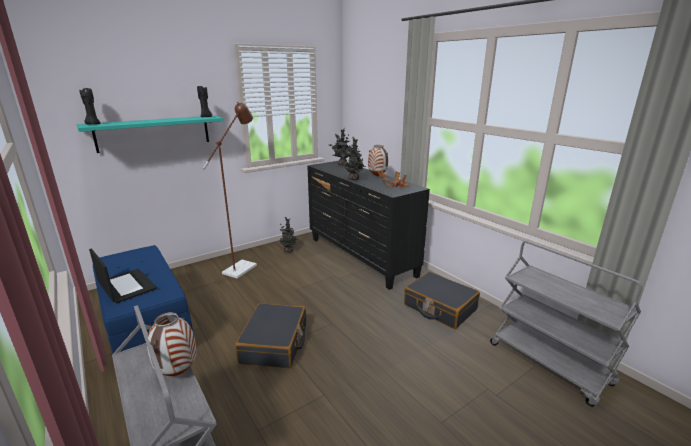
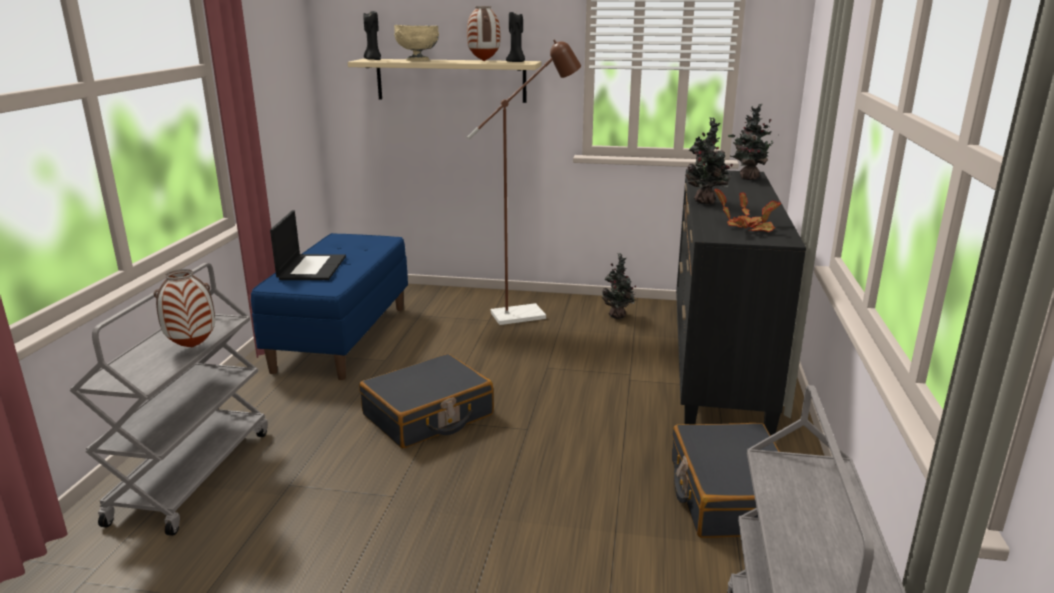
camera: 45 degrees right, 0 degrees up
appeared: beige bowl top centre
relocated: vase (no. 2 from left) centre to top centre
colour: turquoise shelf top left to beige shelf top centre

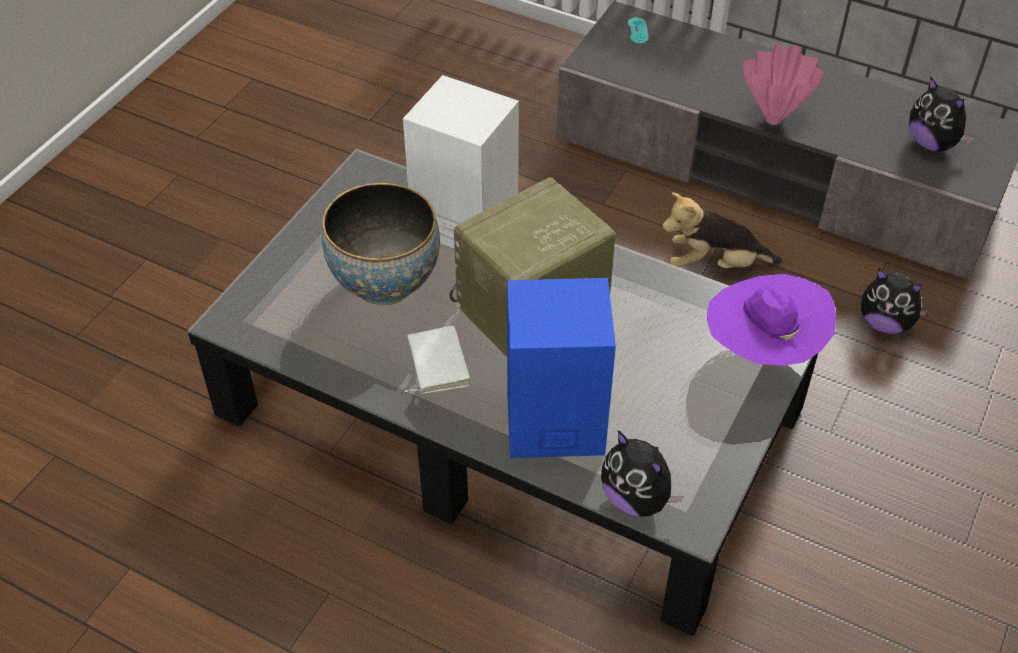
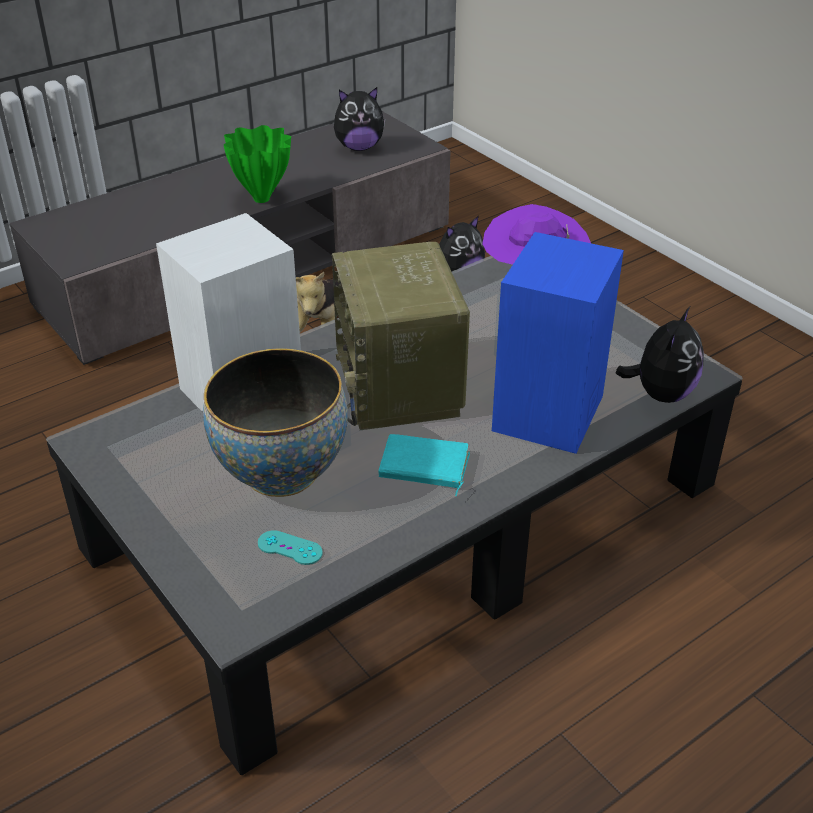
camera: 65 degrees left, 10 degrees down
relocated: turquoise game controller top centre to bottom centre
colour: white book centre to turquoise book centre; pink vase top right to green vase top left
spun: plush toy (no. 1 from left in the first image) bottom centre = middle right 45 degrees counterclockwise

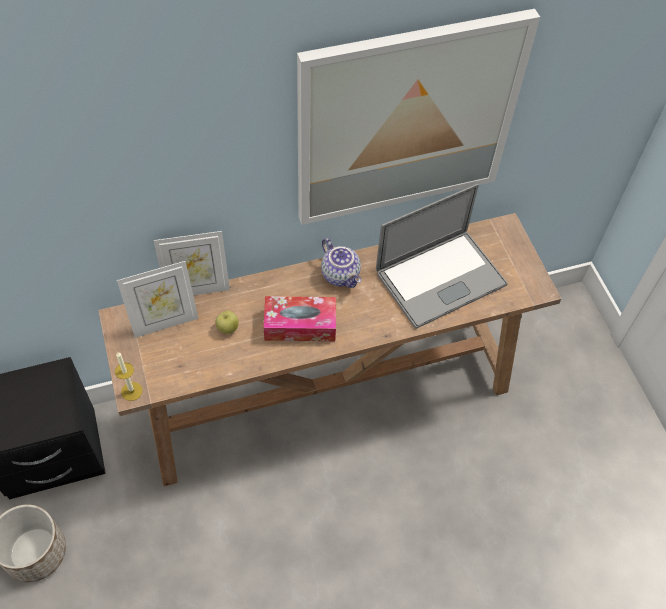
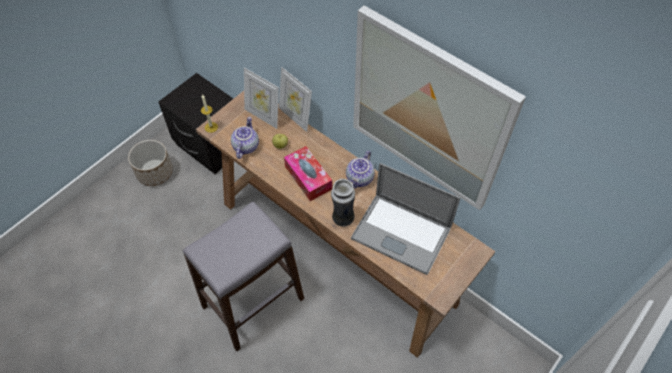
camera: 60 degrees right, 0 degrees up
appeared: grey stool bottom centre; teapot (no. 1 from left) centre; vase centre

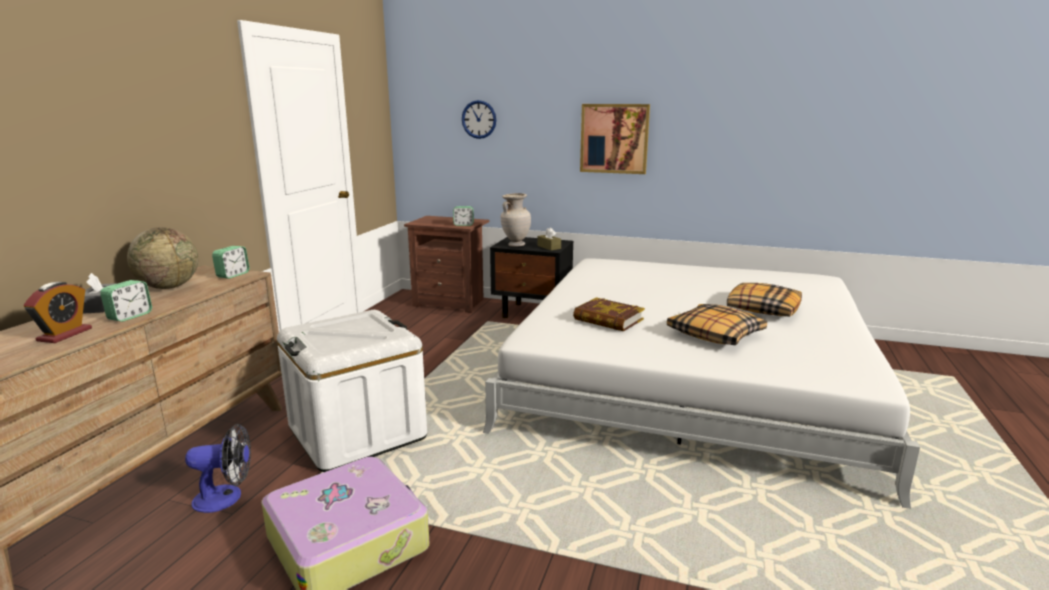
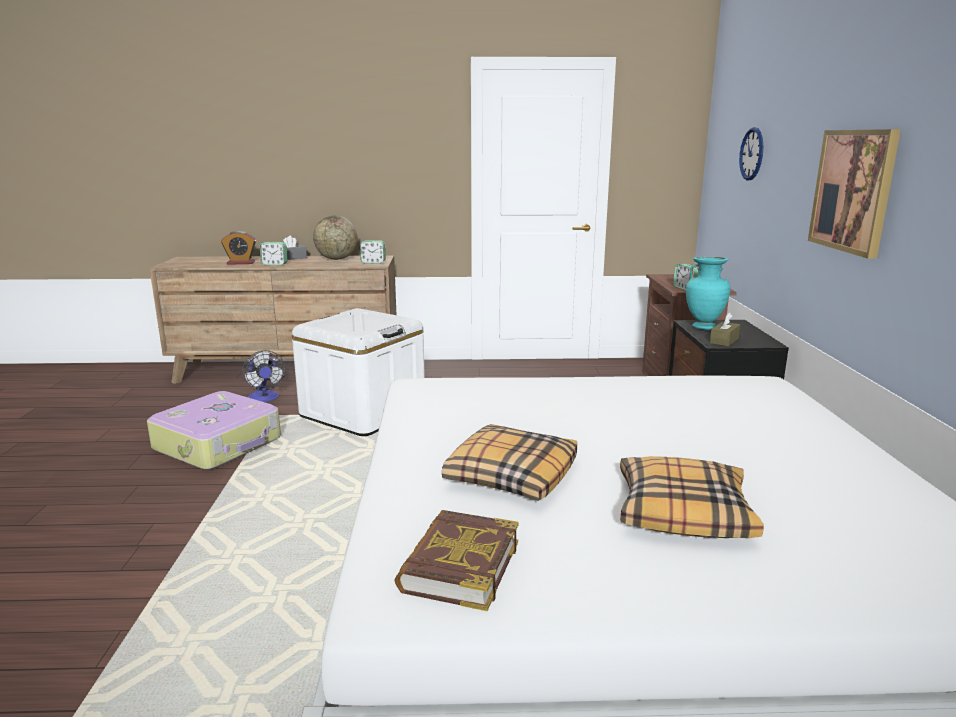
camera: 70 degrees right, 0 degrees up
relocated: book centre to bottom centre
colour: beige vase centre to turquoise vase middle right

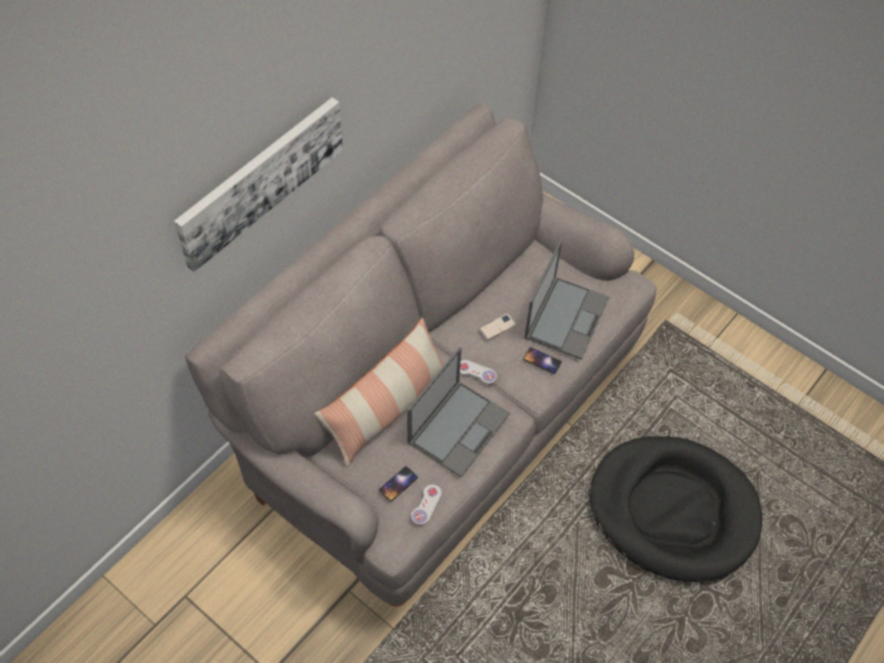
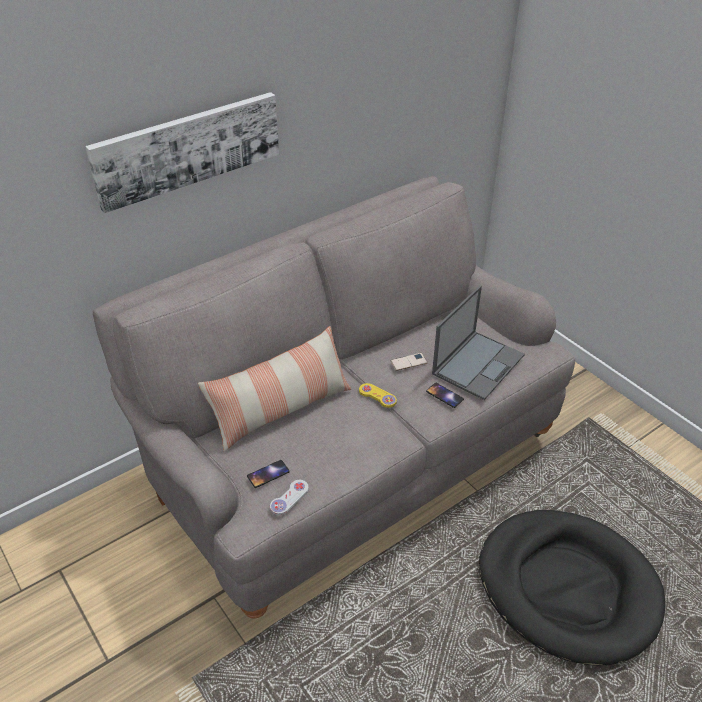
camera: 15 degrees right, 15 degrees down
missing: laptop (no. 1 from left) centre
colour: white game controller (no. 2 from left) centre to yellow game controller centre

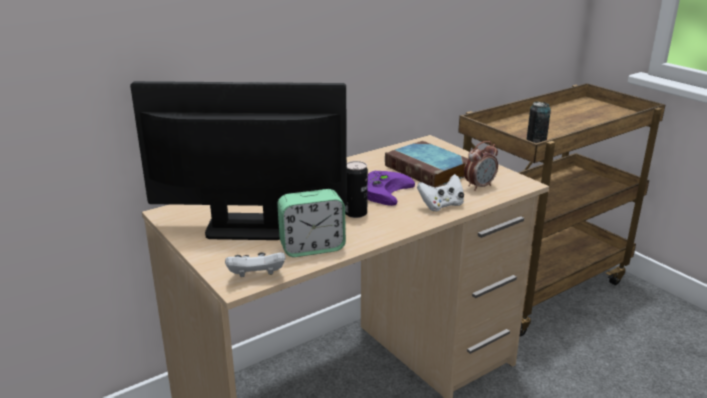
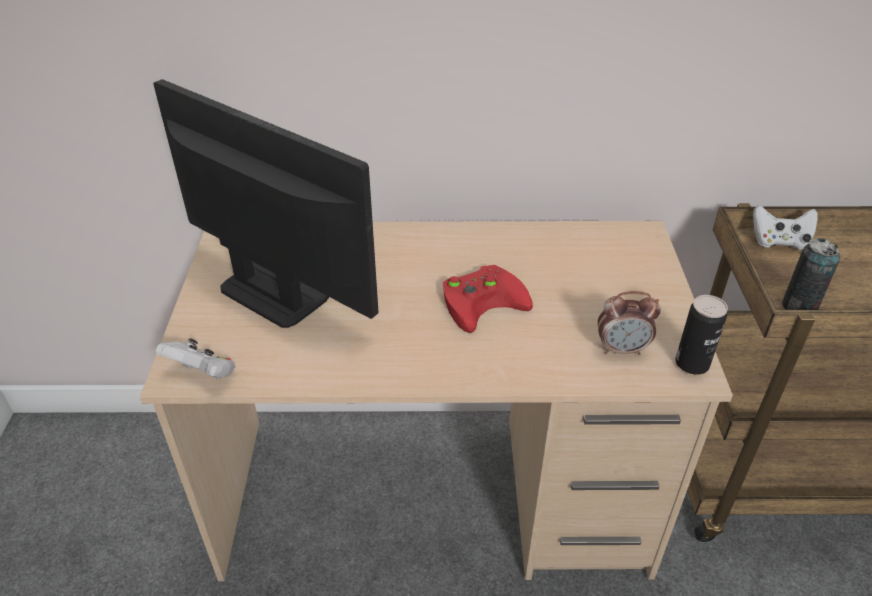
camera: 35 degrees right, 15 degrees up
missing: alarm clock (no. 1 from left) centre; book centre
relocated: can (no. 1 from left) centre to middle right; white game controller (no. 2 from left) centre to middle right
colour: purple game controller centre to red game controller centre

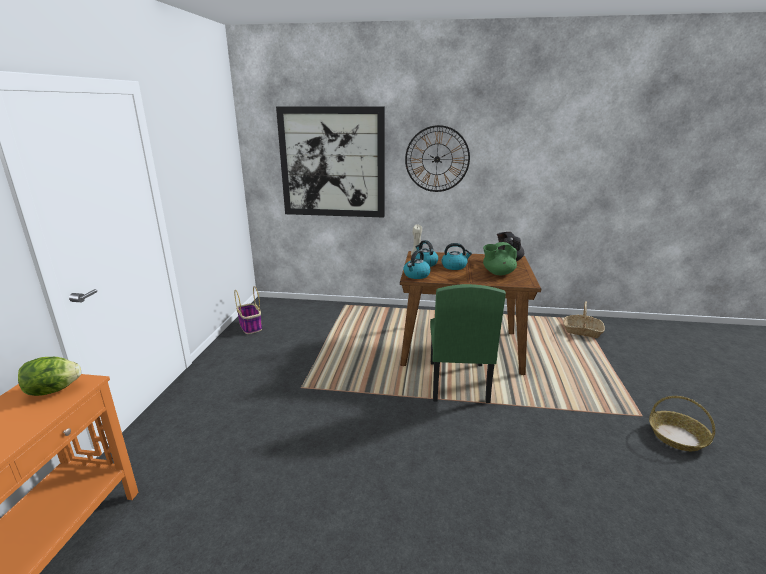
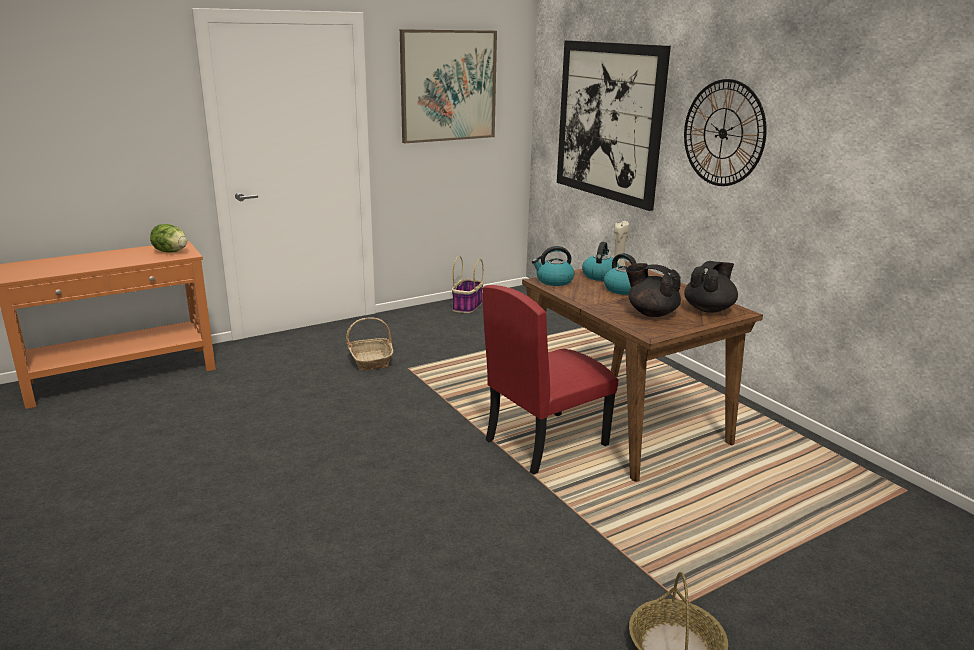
camera: 50 degrees right, 0 degrees up
appeared: picture (no. 1 from left) top centre
relocated: basket (no. 2 from left in the first image) middle right to basket (no. 1 from left) centre
colour: green chair centre to red chair centre; green teapot centre to black teapot (no. 1 from left) middle right

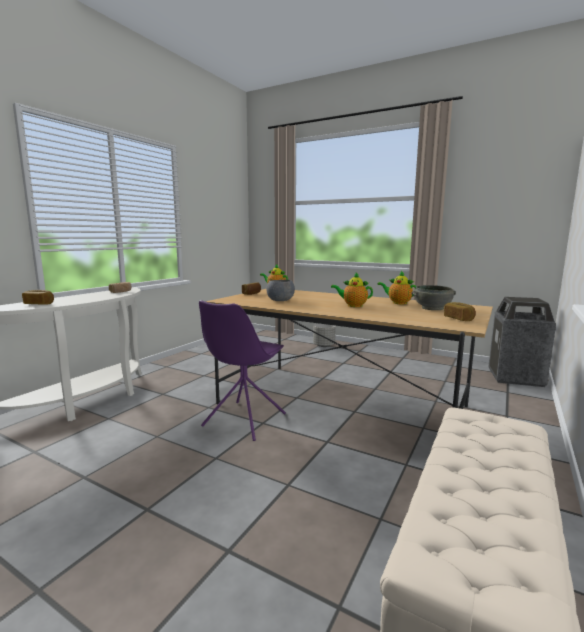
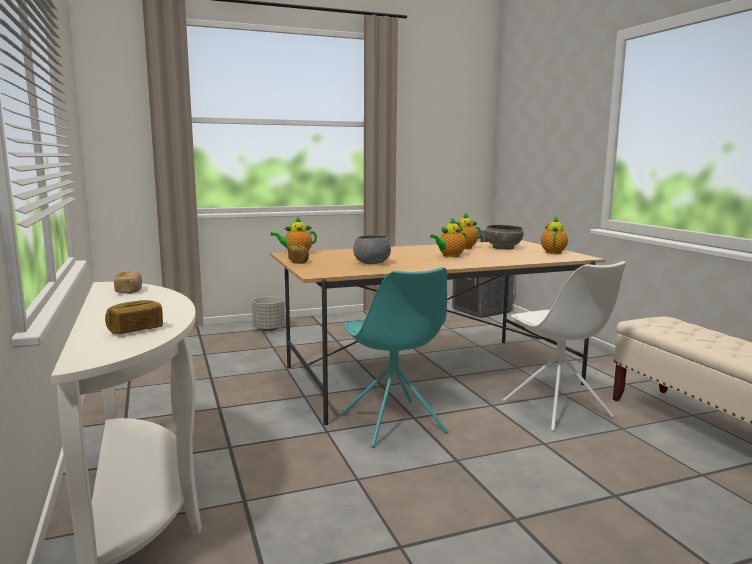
camera: 50 degrees left, 0 degrees up
appeared: white chair middle right
exchanged: bread (no. 4 from left) middle right to teapot (no. 4 from left) middle right
colour: purple chair centre to turquoise chair centre

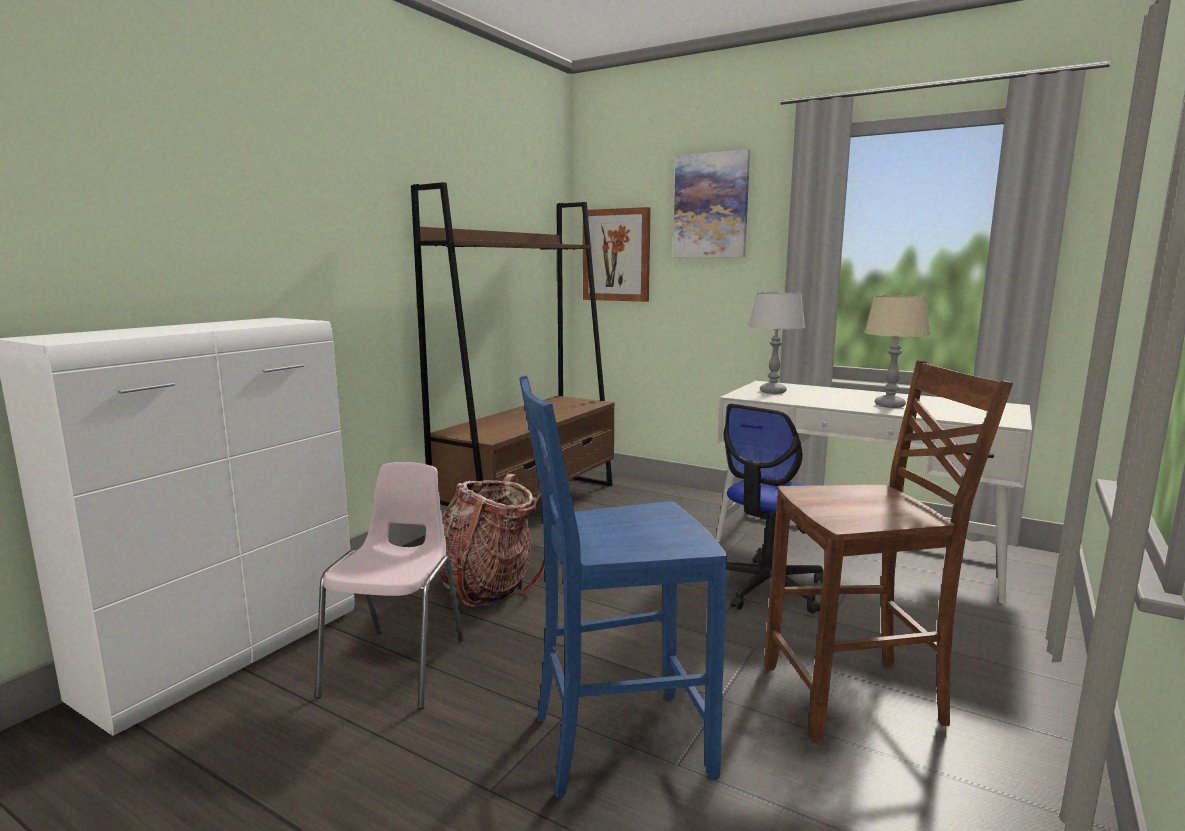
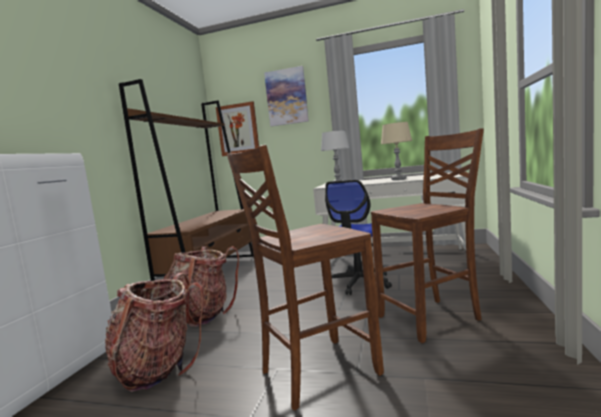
camera: 15 degrees left, 5 degrees down
exchanged: pink chair bottom left to backpack (no. 1 from left) bottom left
colour: blue chair bottom centre to brown chair (no. 1 from left) bottom centre

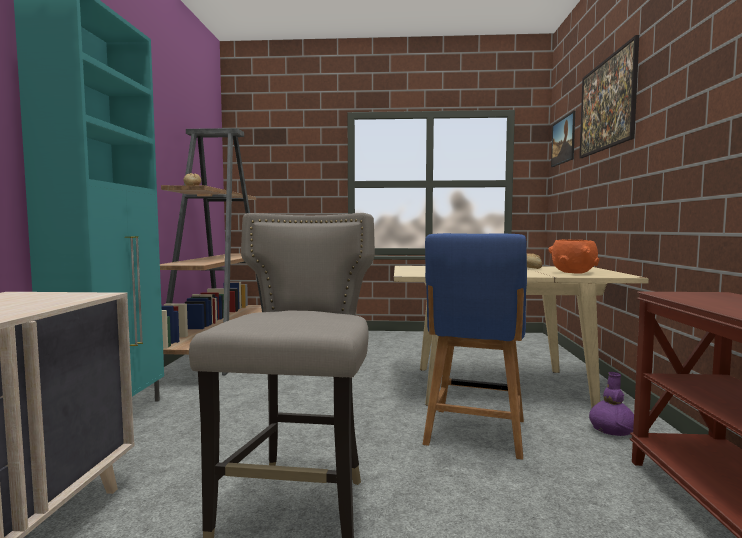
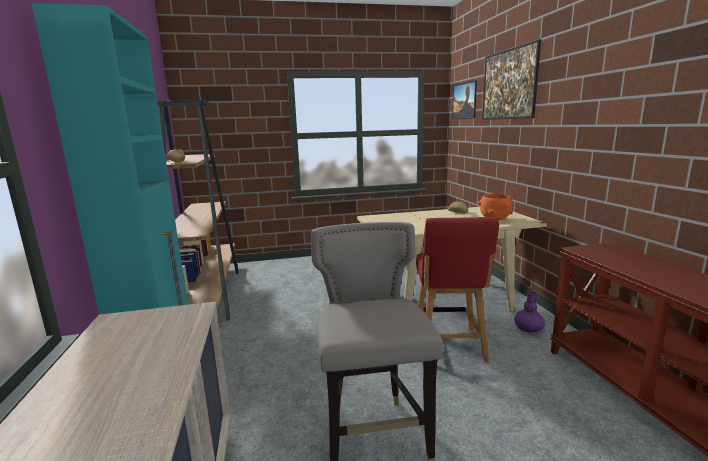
camera: 15 degrees left, 10 degrees up
colour: blue chair centre to red chair centre

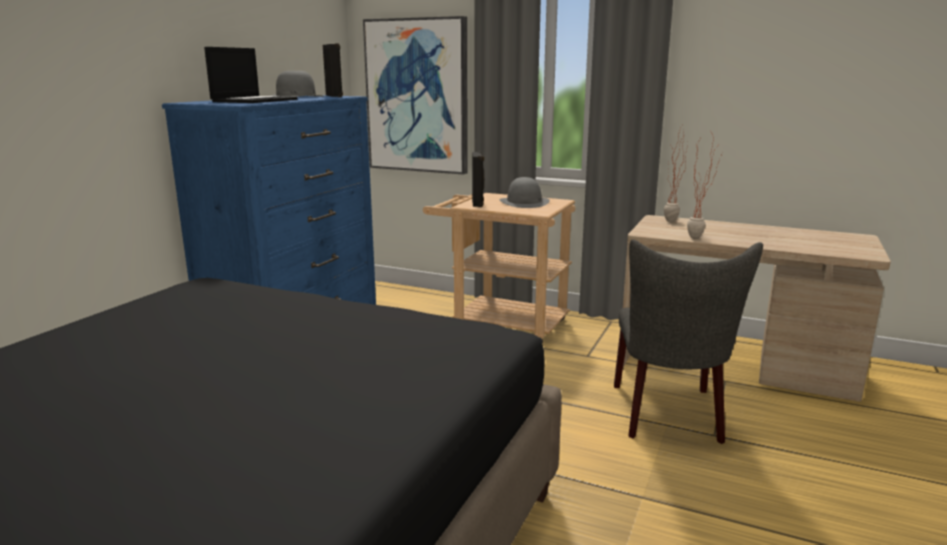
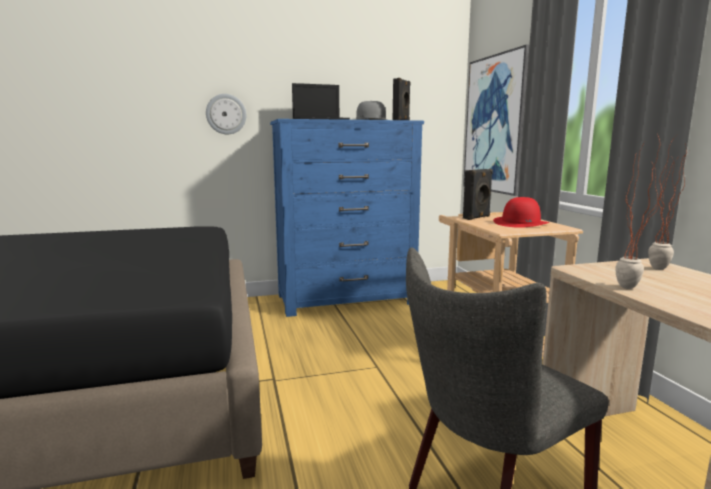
camera: 50 degrees right, 5 degrees down
appeared: wall clock top left
colour: grey hat (no. 2 from left) centre to red hat middle right

